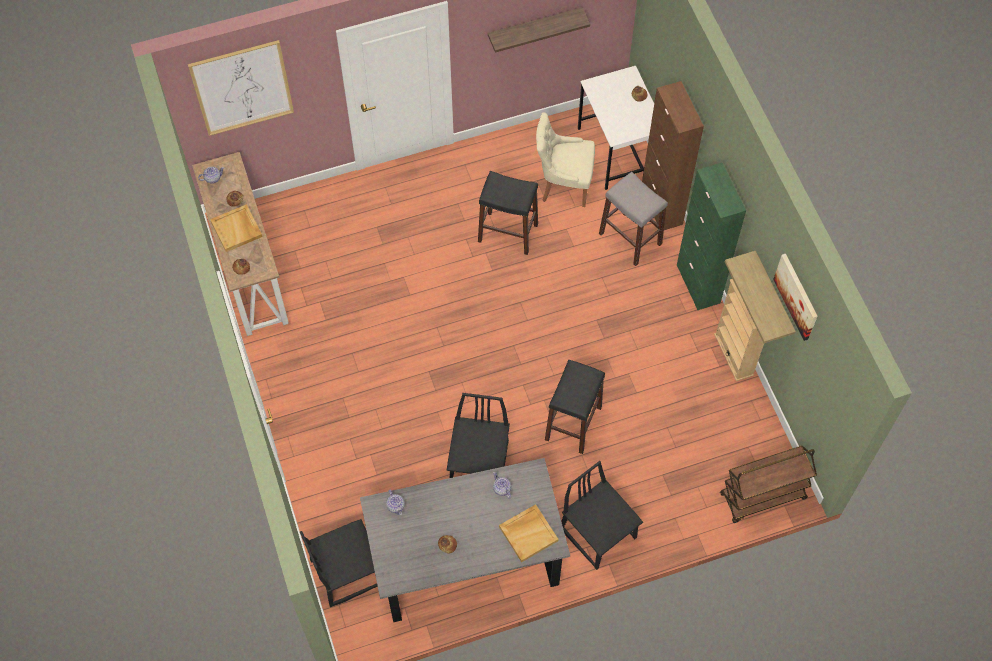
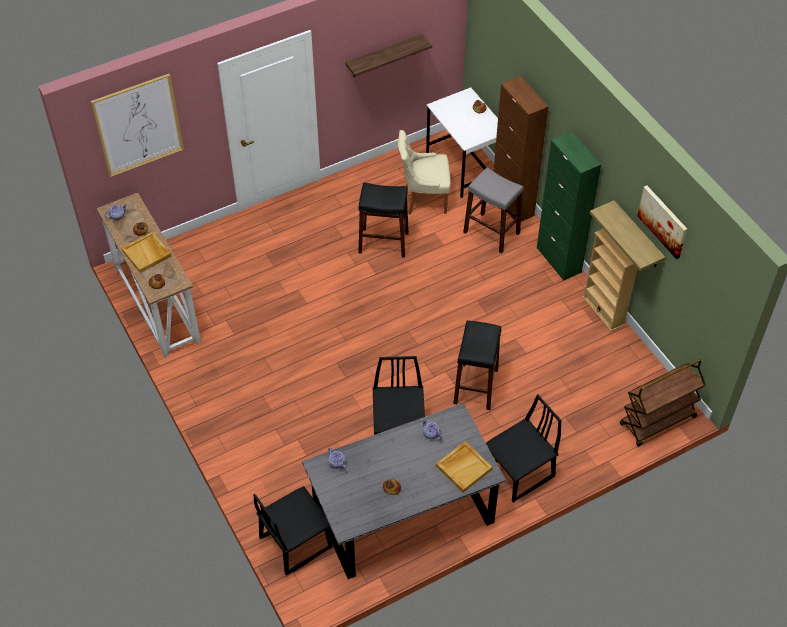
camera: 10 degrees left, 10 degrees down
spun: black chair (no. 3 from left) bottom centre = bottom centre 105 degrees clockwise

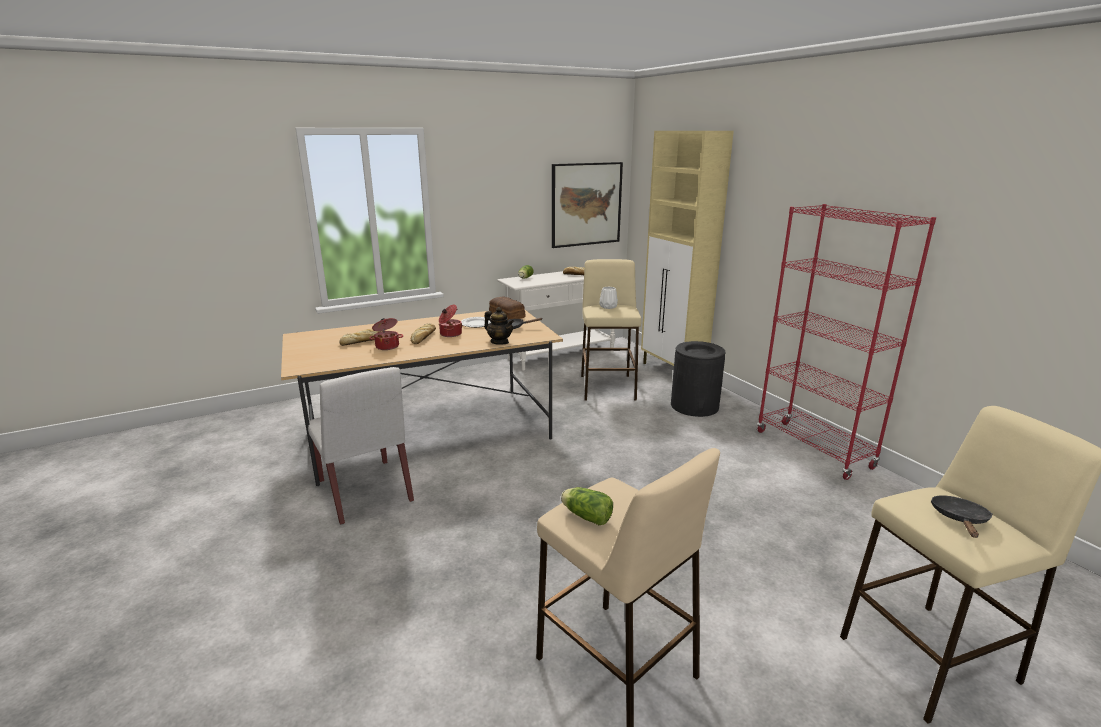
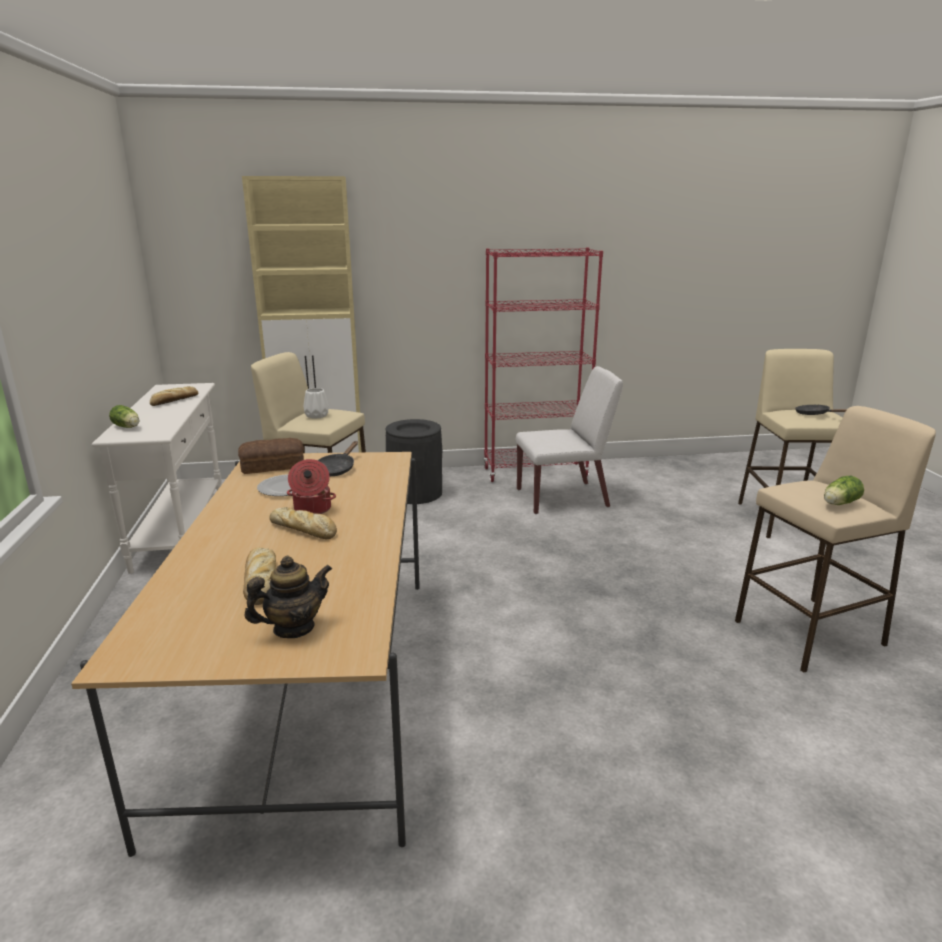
camera: 70 degrees left, 0 degrees up
missing: cooking pot (no. 1 from left) centre; picture top centre
relocated: white chair middle left to centre; teapot centre to middle left

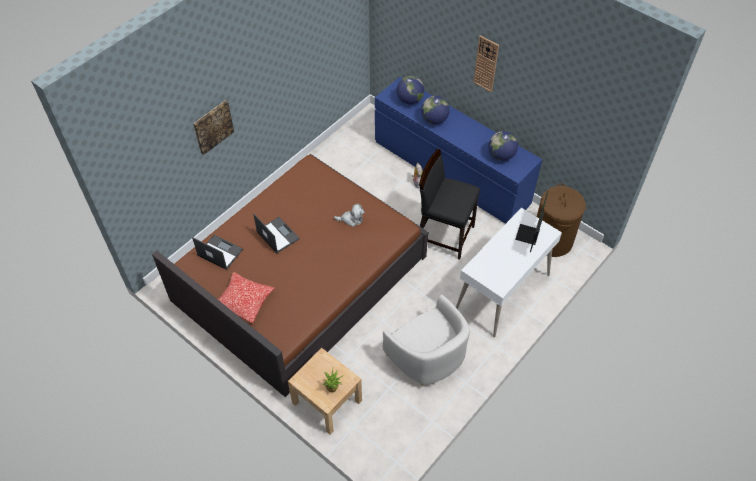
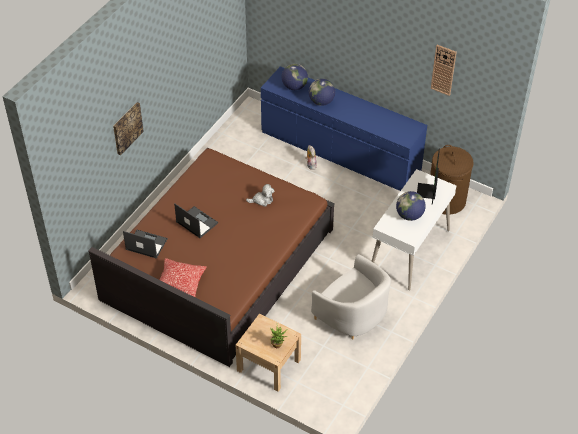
camera: 10 degrees left, 5 degrees down
missing: black chair centre
relocated: wall clock top centre to top right; globe (no. 3 from left) top centre to middle right

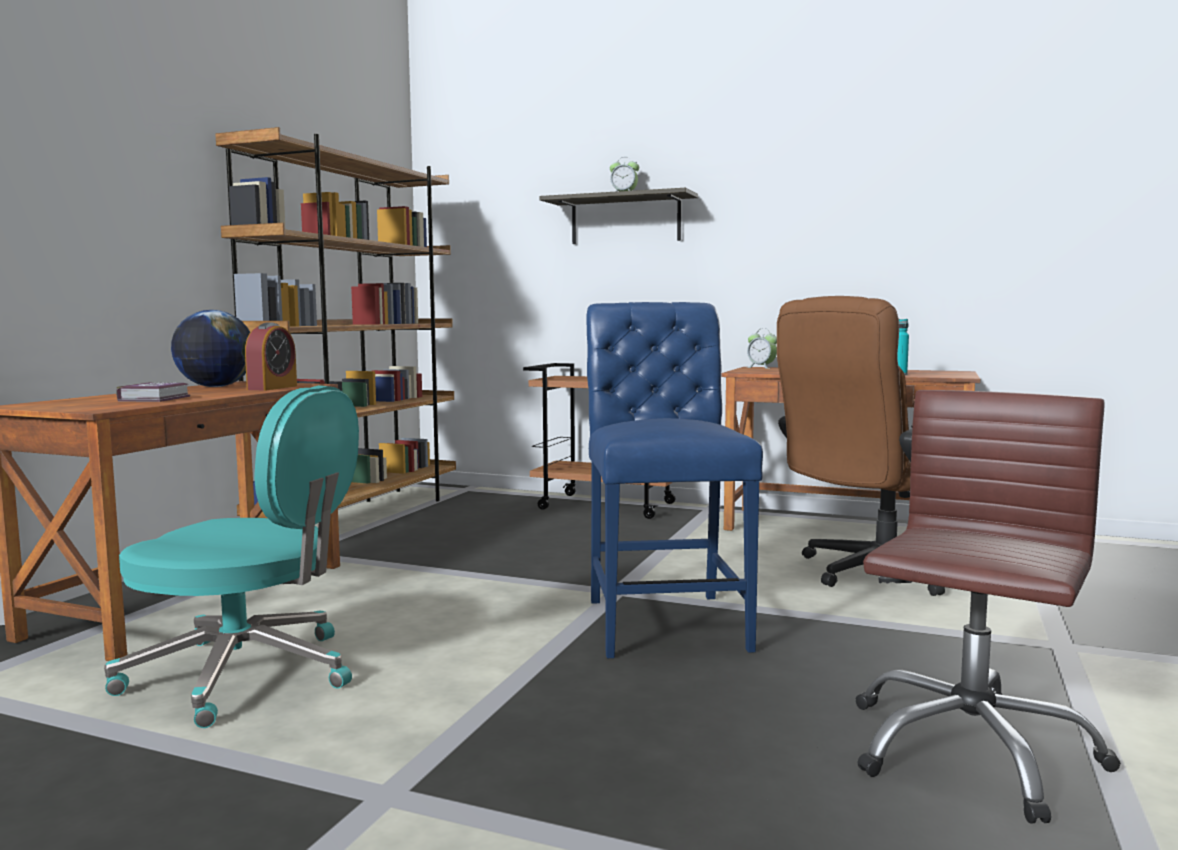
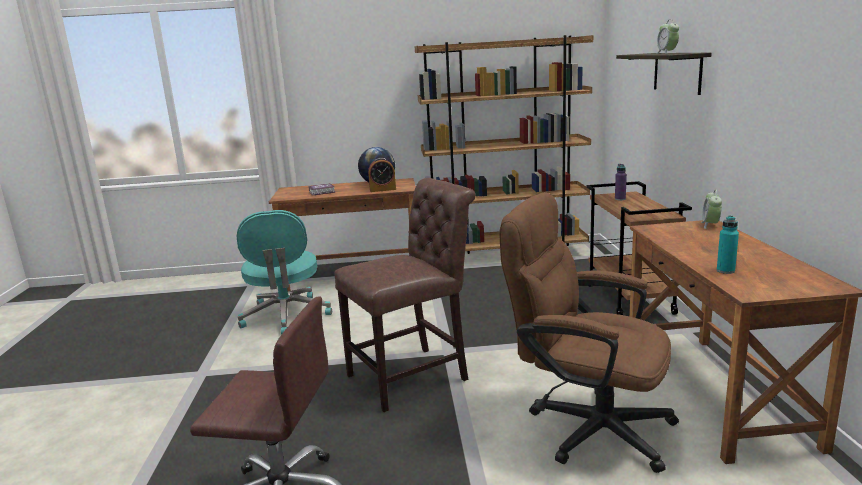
camera: 65 degrees right, 10 degrees up
appeared: purple bottle middle right
colour: blue chair centre to brown chair centre

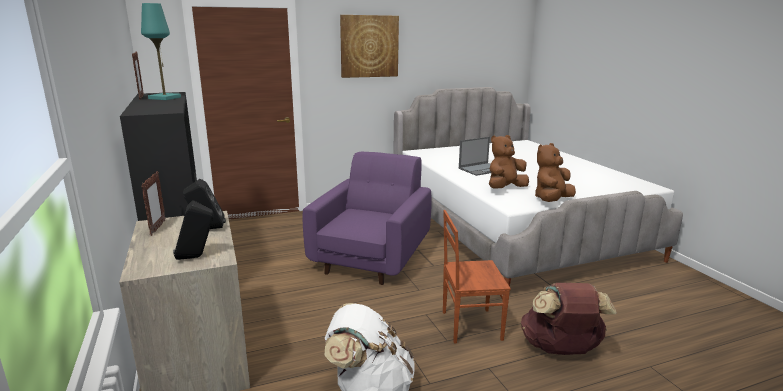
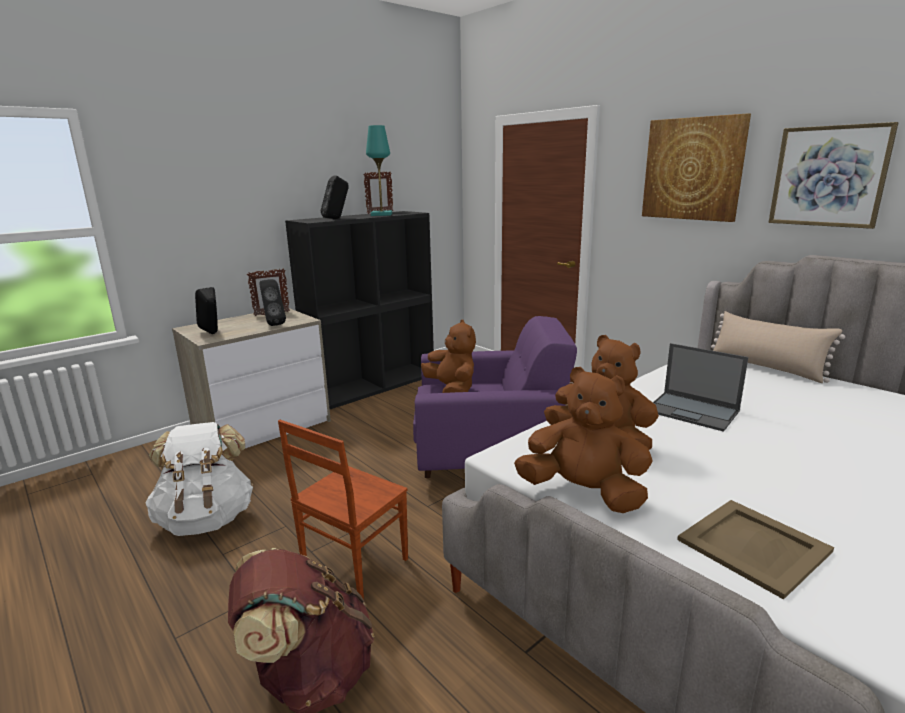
camera: 70 degrees right, 0 degrees up
appeared: black speaker (no. 3 from left) top centre; brown plush toy (no. 1 from left) centre; beige tray bottom right; beige pillow middle right; picture (no. 2 from left) top right
spun: brown chair bottom centre = bottom centre 120 degrees counterclockwise

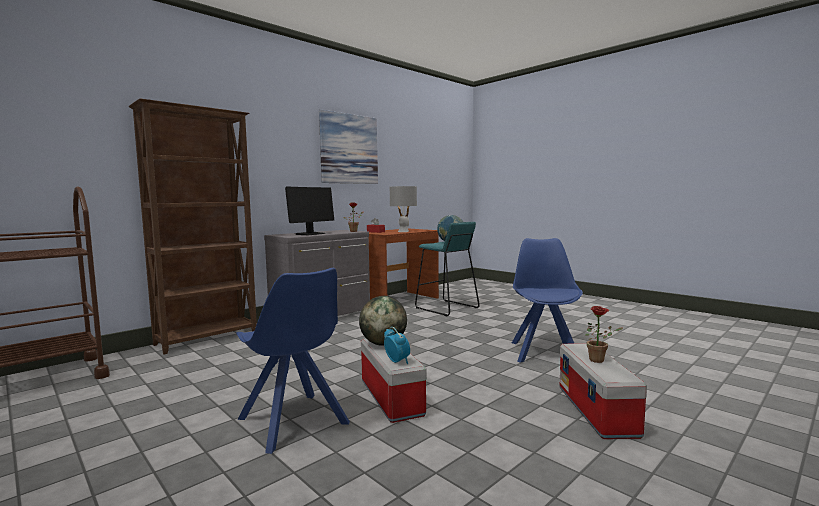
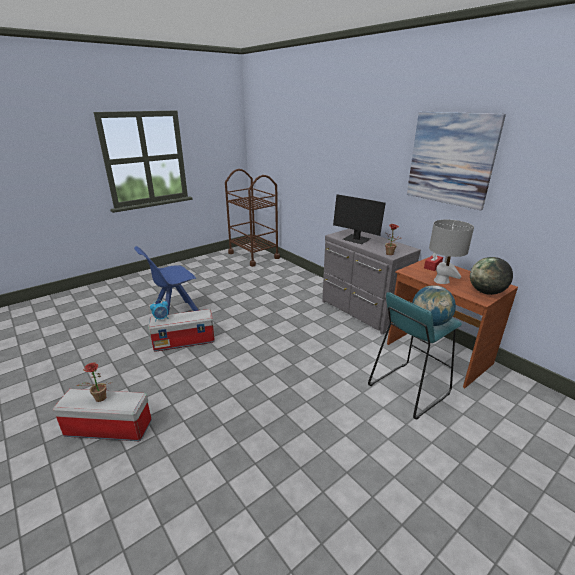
camera: 95 degrees right, 20 degrees up
missing: brown bookcase middle left; blue chair (no. 2 from left) middle right
relocated: globe (no. 1 from left in the first image) centre to globe (no. 2 from left) middle right

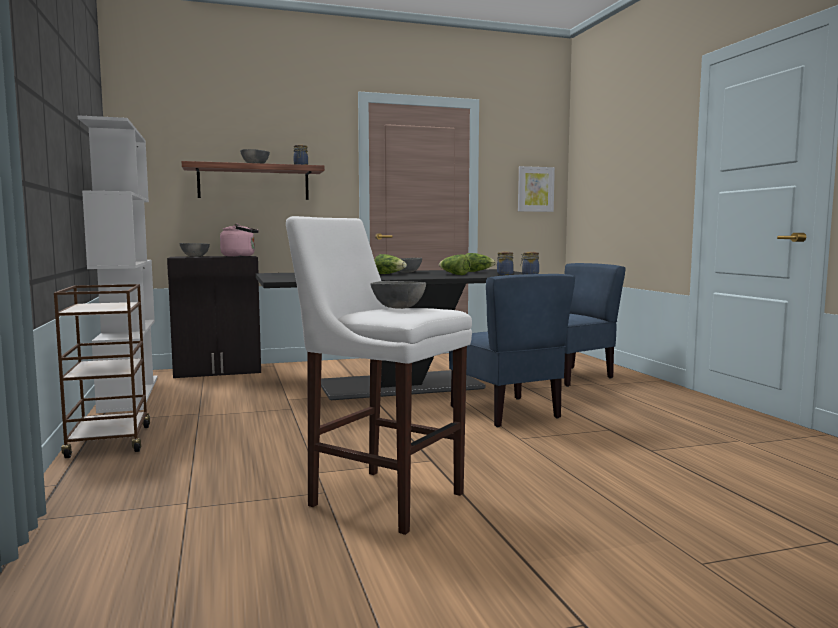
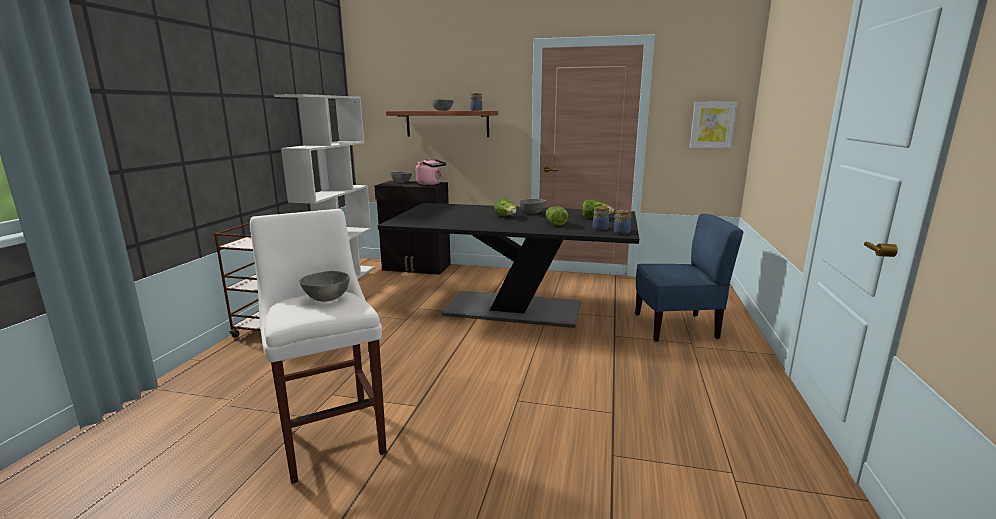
camera: 30 degrees right, 10 degrees up
missing: blue chair (no. 1 from left) centre

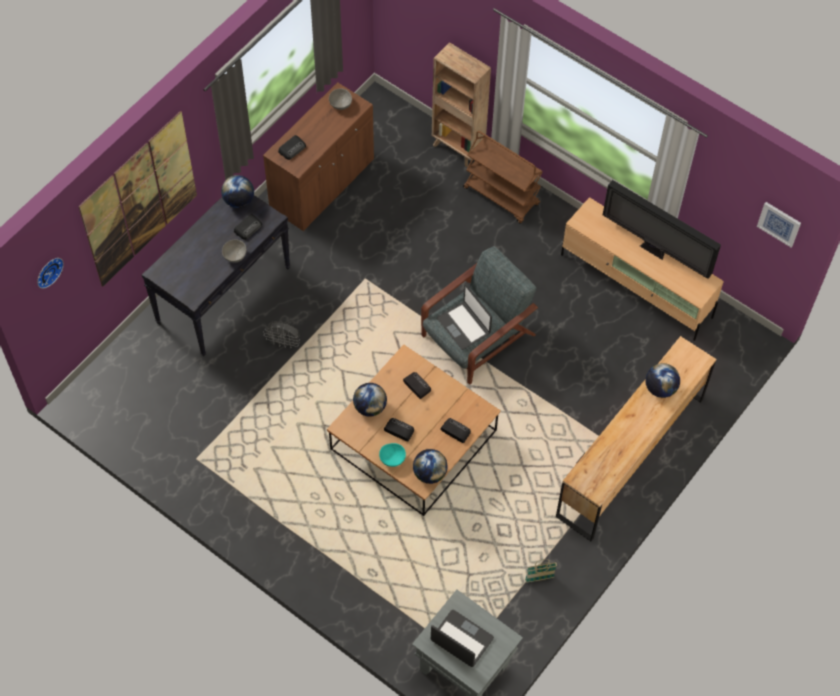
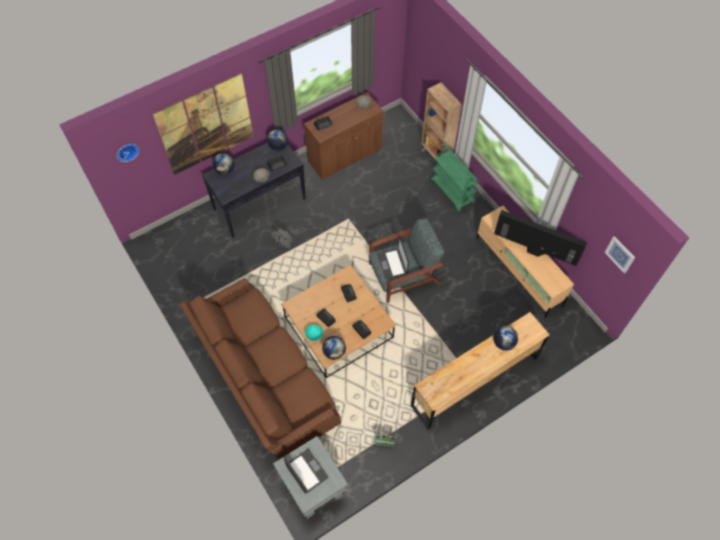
camera: 20 degrees right, 0 degrees up
appeared: brown sofa bottom centre
relocated: globe (no. 2 from left in the first image) centre to globe (no. 1 from left) top left
colour: brown cart top centre to green cart top centre
spun: television top right = middle right 150 degrees clockwise

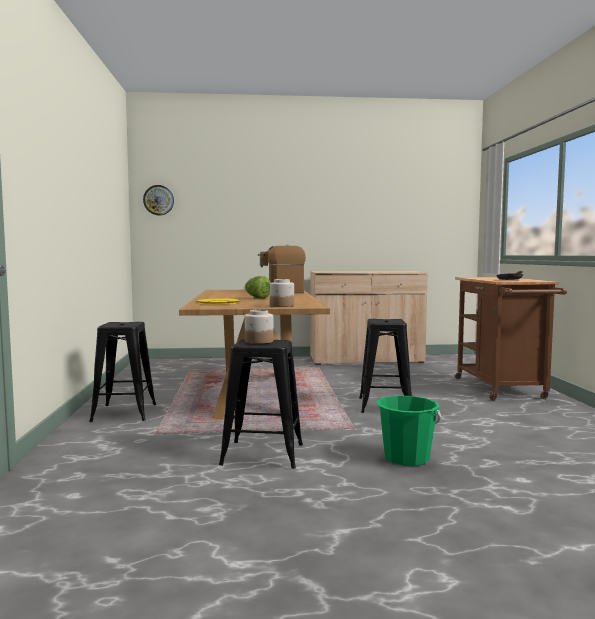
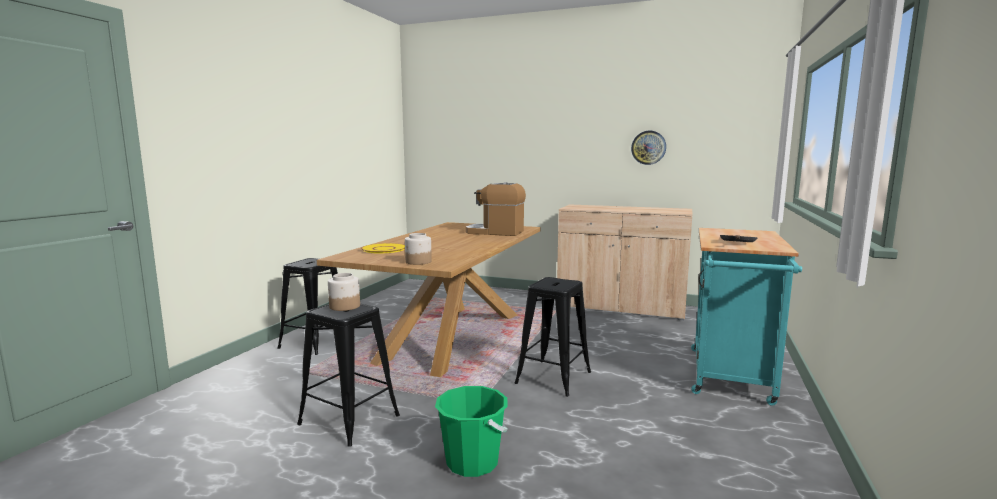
camera: 25 degrees right, 5 degrees up
missing: lettuce centre
relocated: wall clock top left to top centre
colour: brown cart middle right to turquoise cart middle right

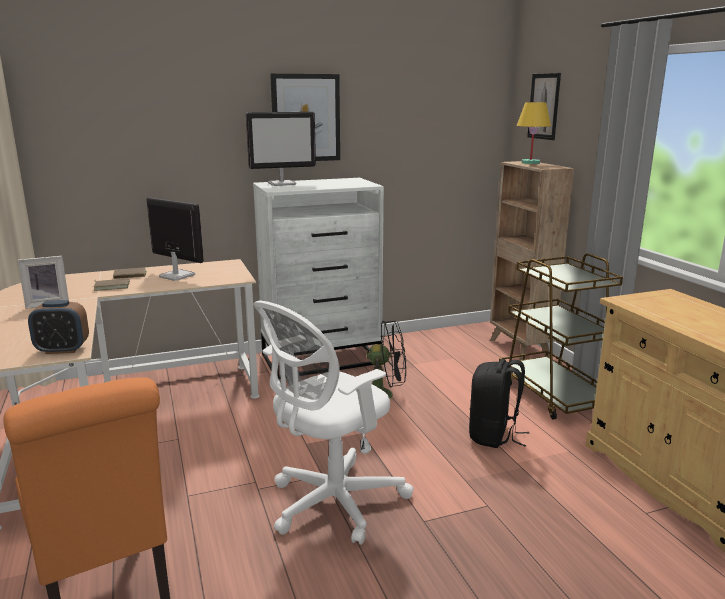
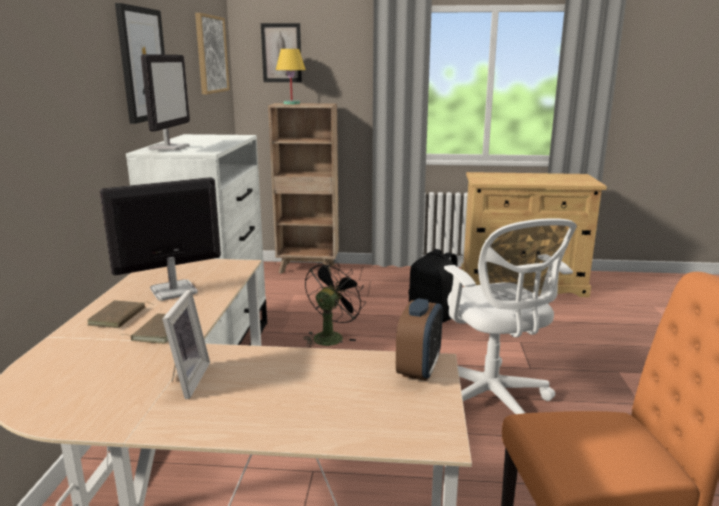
camera: 65 degrees left, 0 degrees up
missing: brown cart middle right
appeared: picture (no. 2 from left) top left

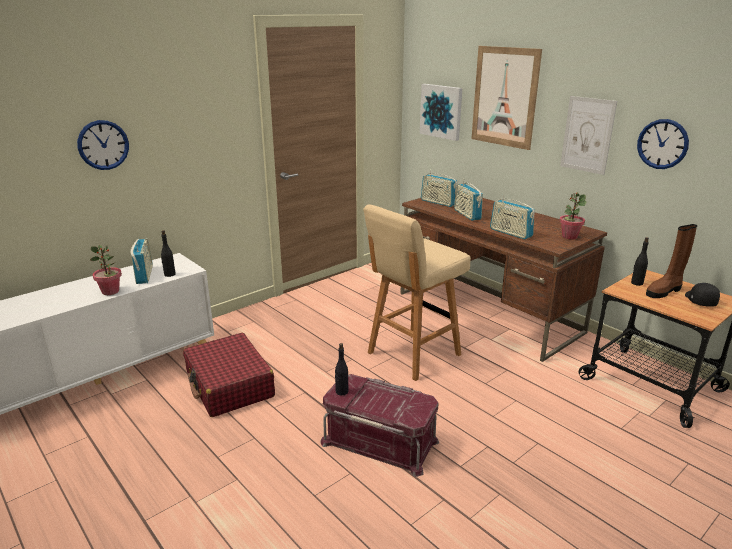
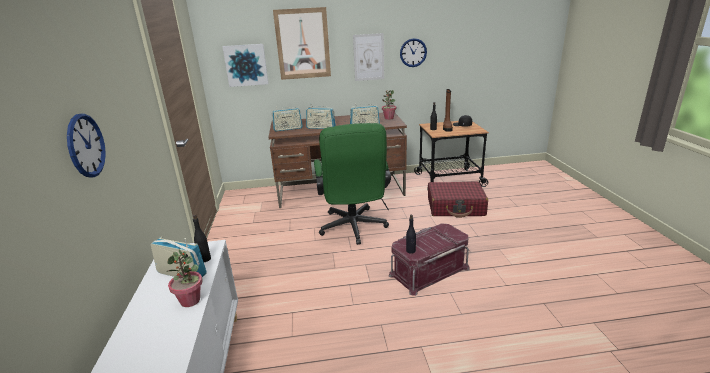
camera: 55 degrees left, 0 degrees up
relocated: red suitcase bottom left to centre
exchanged: beige stool centre to green office chair centre

